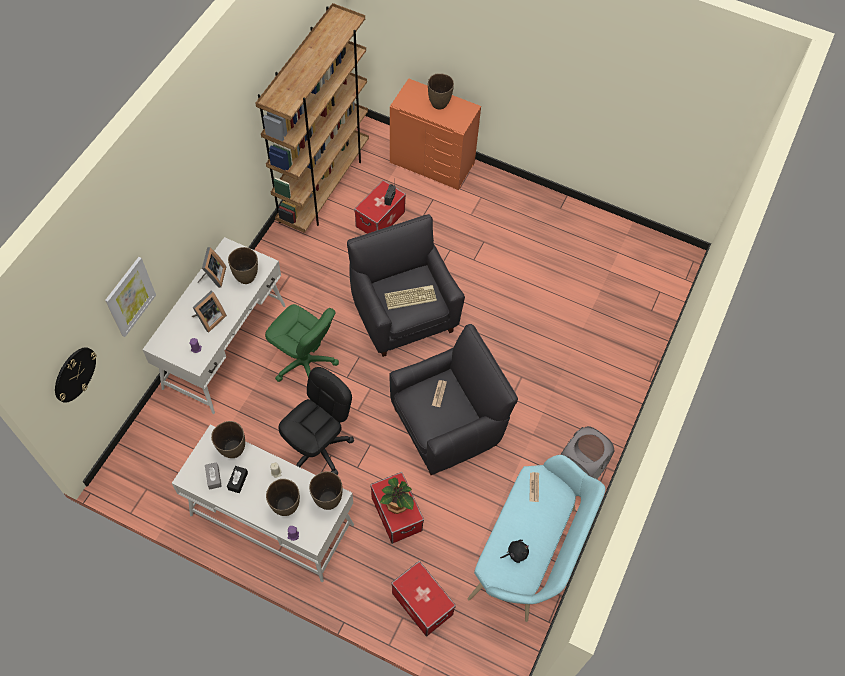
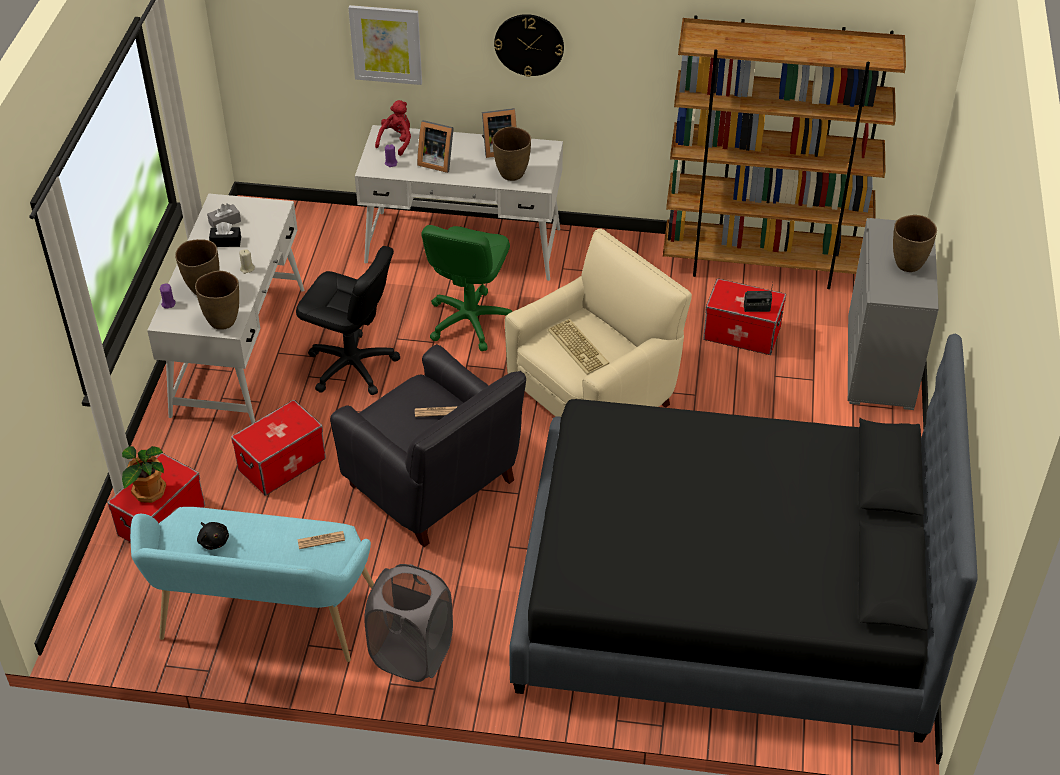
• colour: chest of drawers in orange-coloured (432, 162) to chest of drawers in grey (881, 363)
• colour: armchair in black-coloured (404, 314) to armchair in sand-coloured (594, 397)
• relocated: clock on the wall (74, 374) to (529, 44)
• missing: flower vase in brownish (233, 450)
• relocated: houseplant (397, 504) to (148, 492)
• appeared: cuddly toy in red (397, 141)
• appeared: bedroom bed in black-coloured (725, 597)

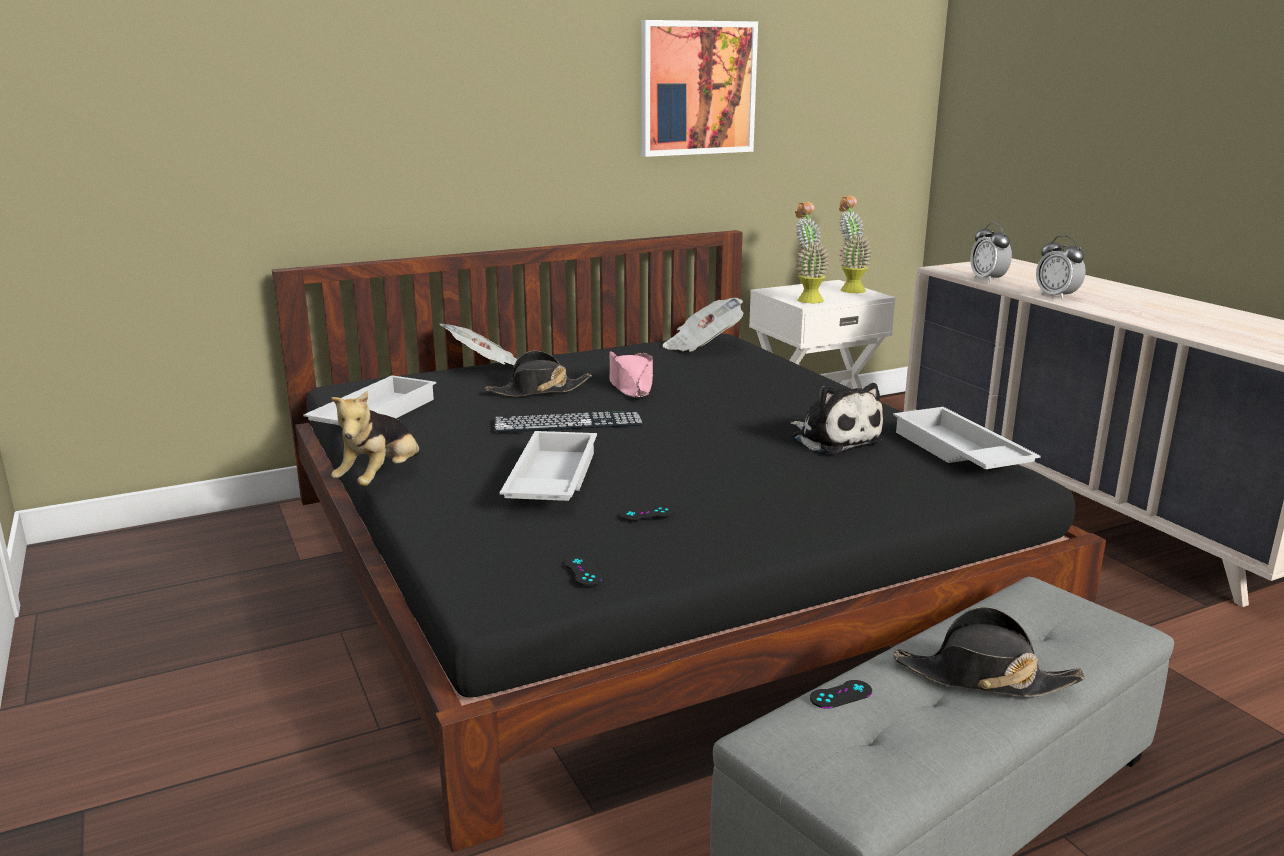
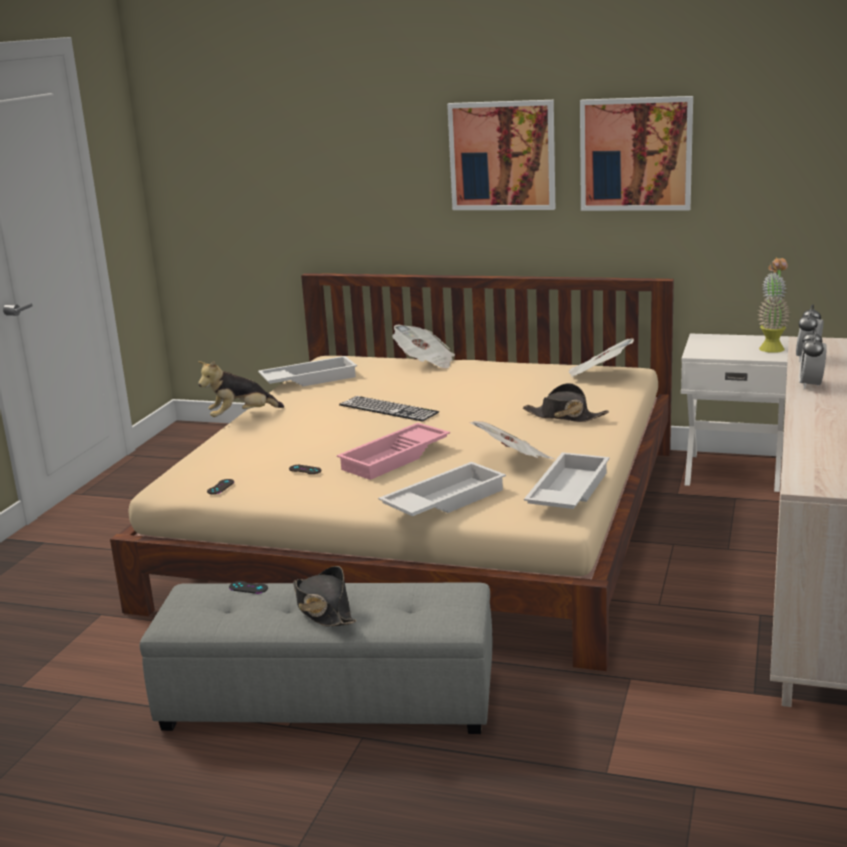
• missing: houseplant (806, 299)
• colour: bedroom bed in black-coloured (640, 560) to bedroom bed in sand-coloured (429, 522)
• relocated: hat in black-coloured (538, 390) to (564, 416)
• missing: hat in pink (630, 385)
• exchanged: cuddly toy (834, 438) to printed paper (512, 461)
• relocated: carrying tray in white-coloured (550, 480) to (443, 500)
• appeared: wall art (502, 155)
• appeared: carrying tray in pink (395, 458)

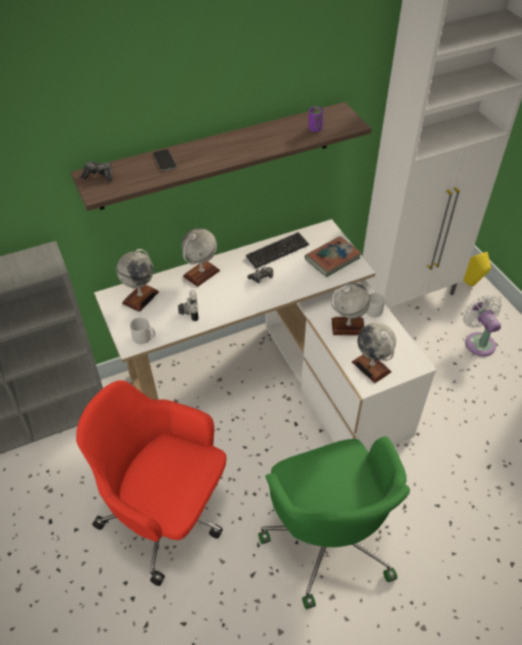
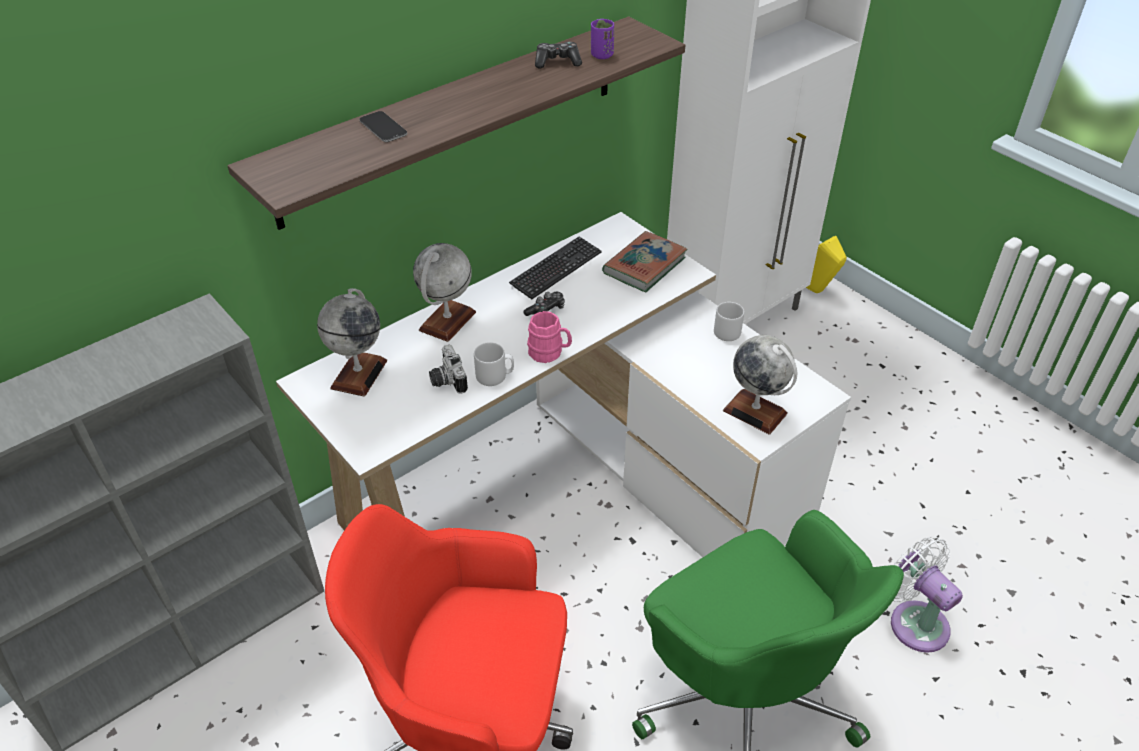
• relocated: joypad (99, 175) to (557, 62)
• missing: world globe (348, 326)
• relocated: electric fan in white-coloured (478, 341) to (914, 621)
• relocated: mug in grey (144, 338) to (495, 376)
• appeared: mug in pink (550, 353)

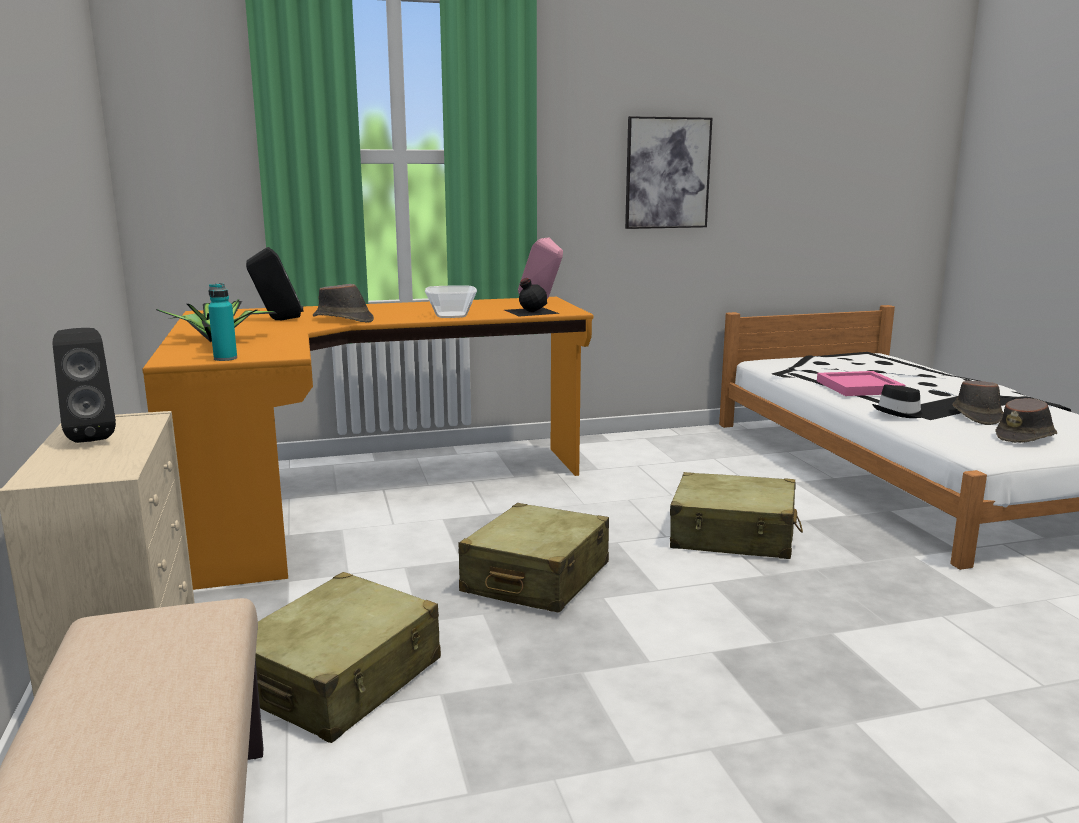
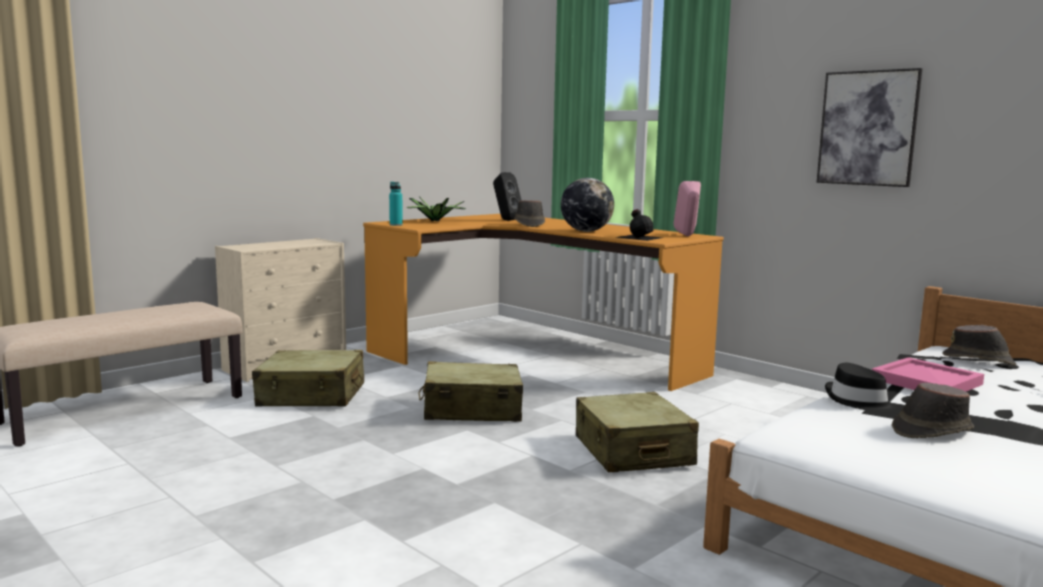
• exchanged: bowl (450, 315) to world globe (586, 231)
• missing: speaker in black-coloured (91, 437)
• relocated: hat in brownish (1026, 438) to (979, 361)

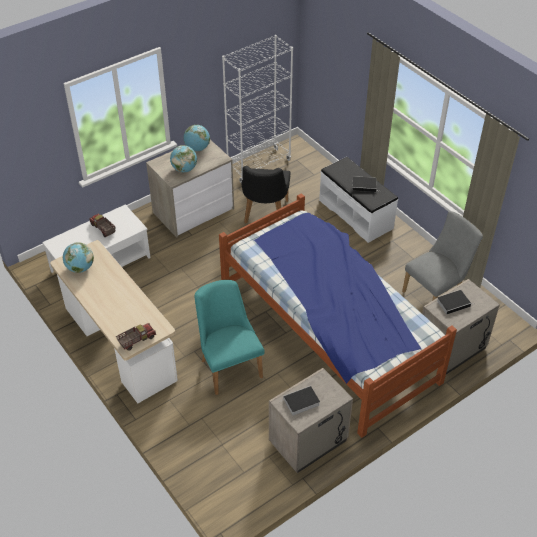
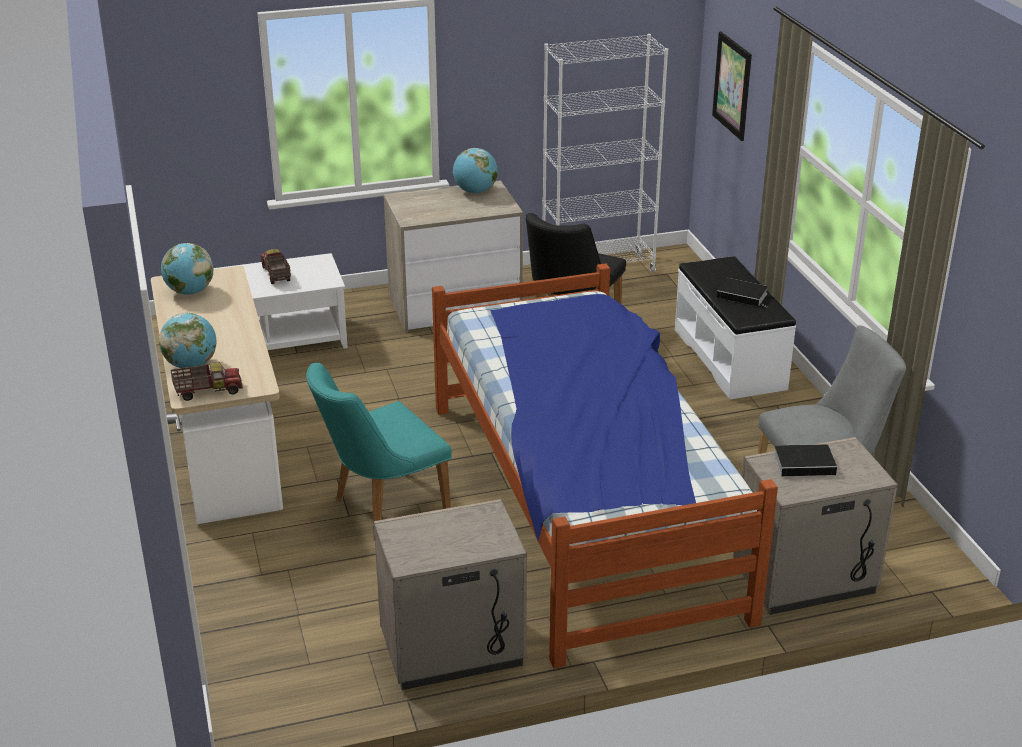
• relocated: world globe (184, 169) to (191, 365)
• spun: chair in turquoise (228, 365) = (381, 509) 120 degrees counterclockwise
• missing: volume (300, 402)
• appeared: wall art (732, 85)

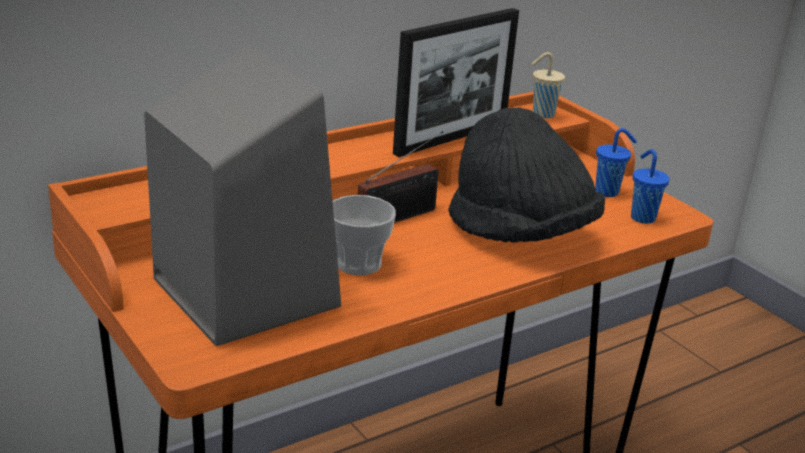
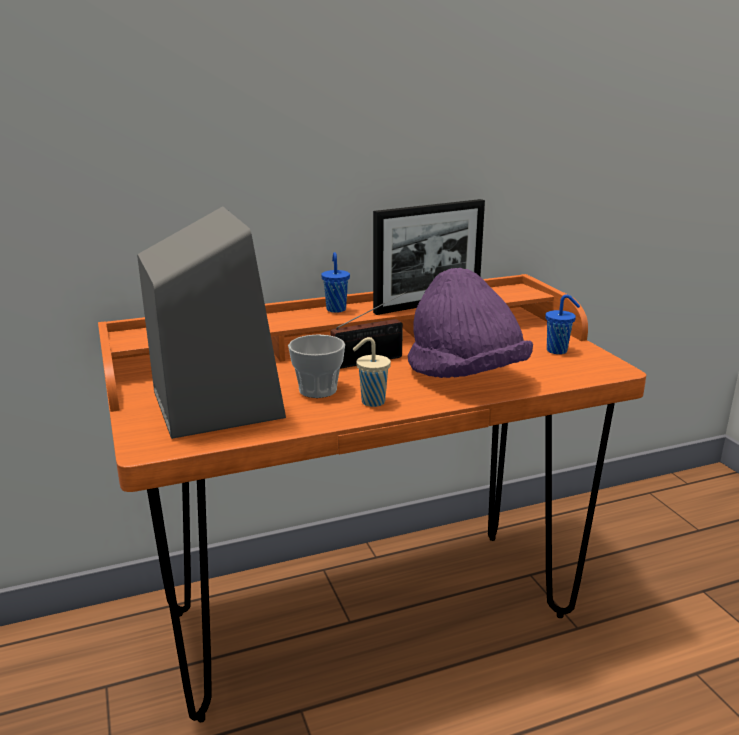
• relocated: drinking cup in sand-coloured (541, 114) to (371, 402)
• colour: hat in black-coloured (520, 234) to hat in purple (465, 376)
• relocated: drinking cup in blue (642, 217) to (336, 309)

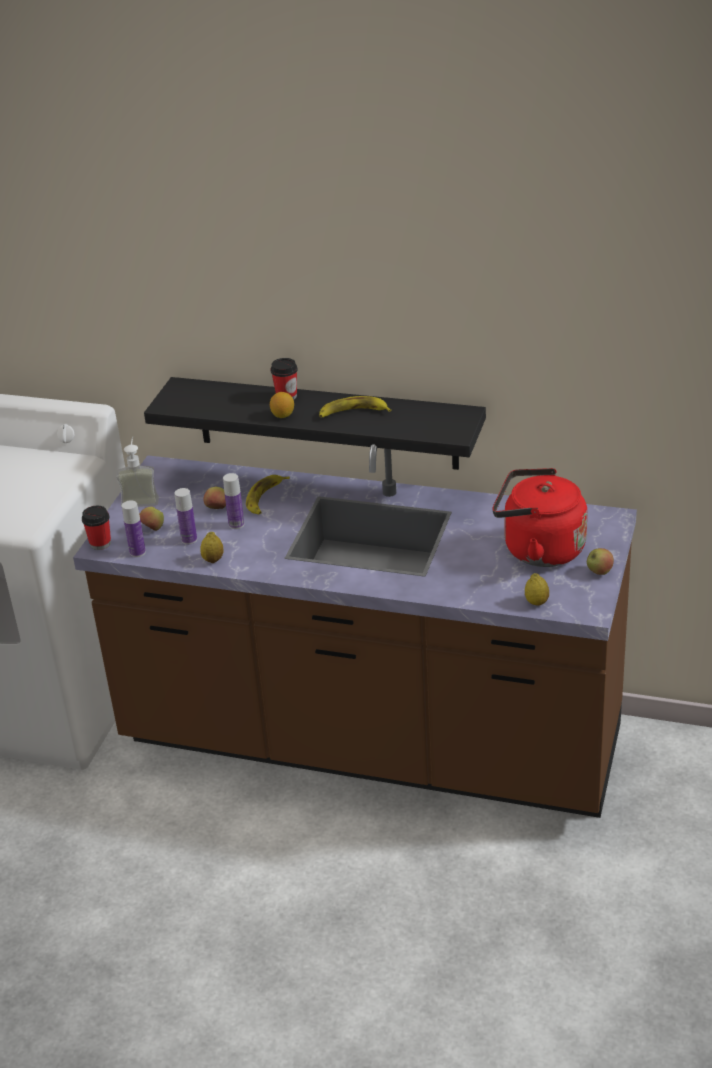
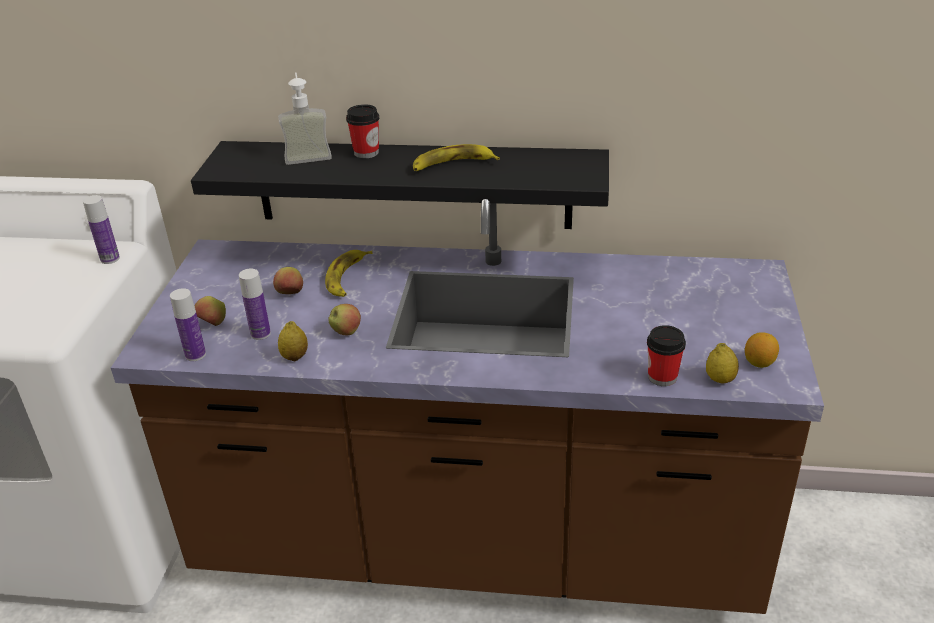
• relocated: whole lemon (283, 415) to (759, 363)
• relocated: liquid soap bottle (140, 499) to (307, 154)
• missing: water kettle in red (538, 549)
• relocated: beverage bottle (236, 524) to (110, 259)
• relocated: drinking cup (100, 543) to (662, 377)
• relocated: apple (599, 572) to (346, 332)

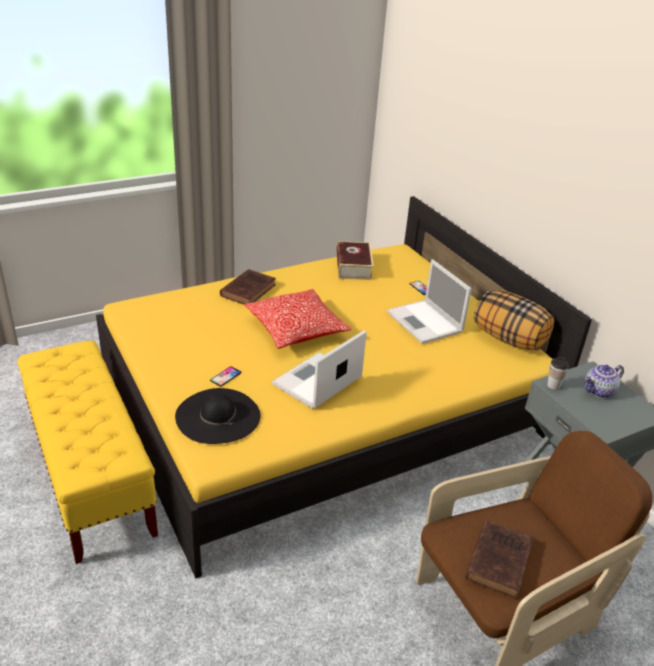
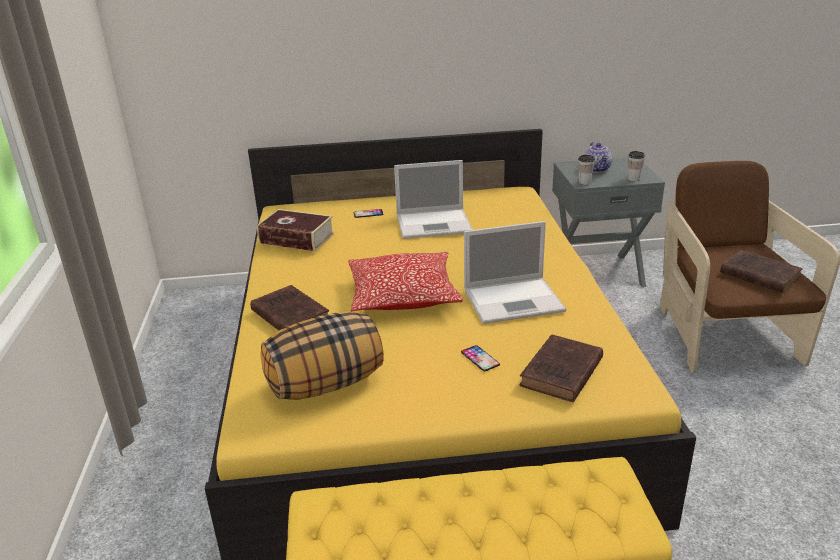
• relocated: cushion (509, 339) to (326, 384)
• spun: portable computer (316, 382) = (515, 300) 75 degrees counterclockwise
• exchanged: hat in black-coloured (217, 416) to volume in brownish (560, 374)
• appeared: drinking cup (633, 179)

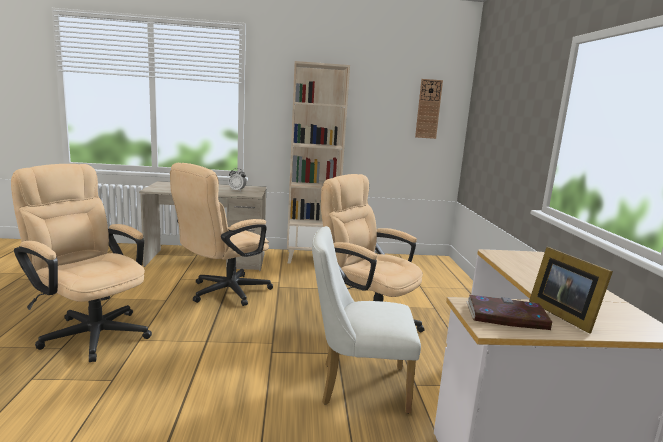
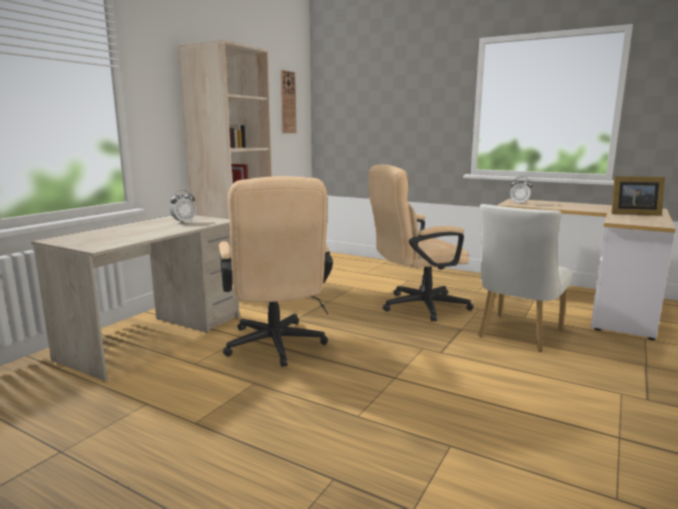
• missing: office chair in sand-coloured (90, 331)
• missing: volume (506, 316)
• appeared: table clock (519, 203)

